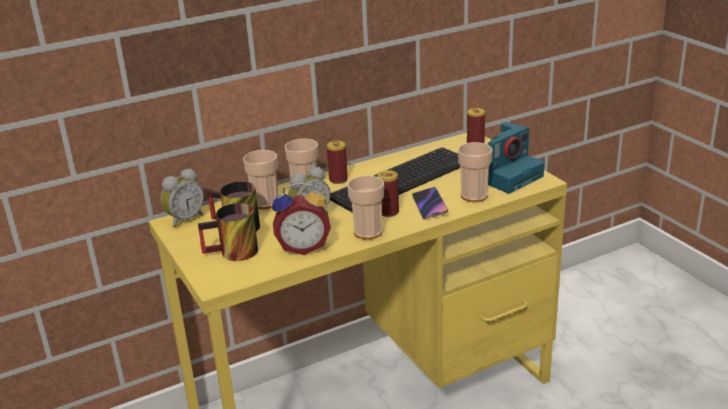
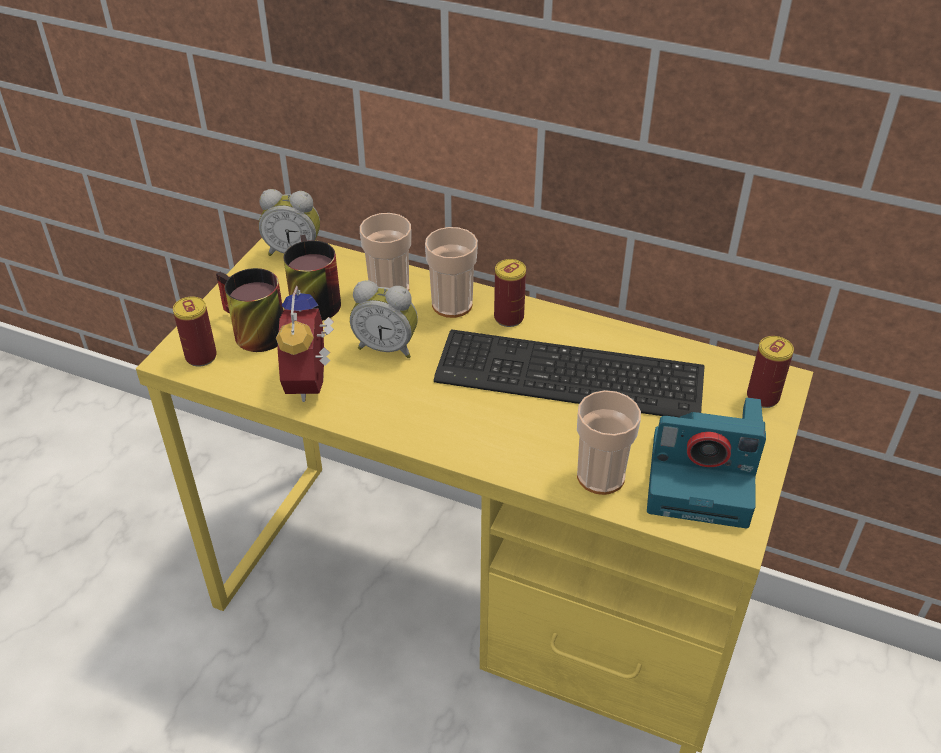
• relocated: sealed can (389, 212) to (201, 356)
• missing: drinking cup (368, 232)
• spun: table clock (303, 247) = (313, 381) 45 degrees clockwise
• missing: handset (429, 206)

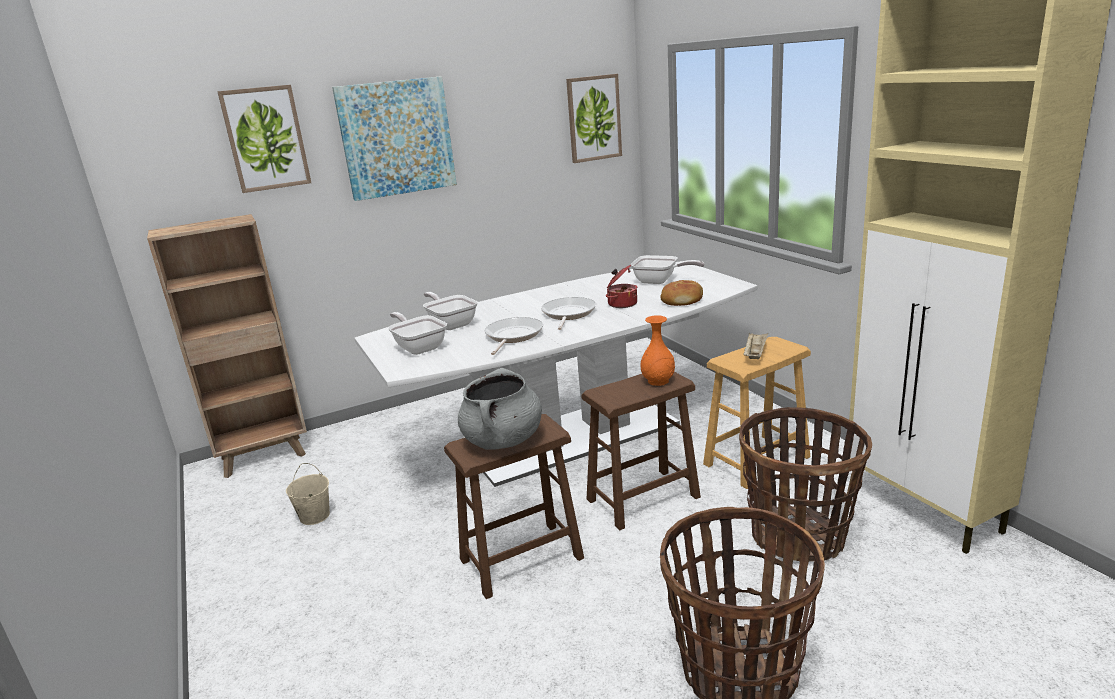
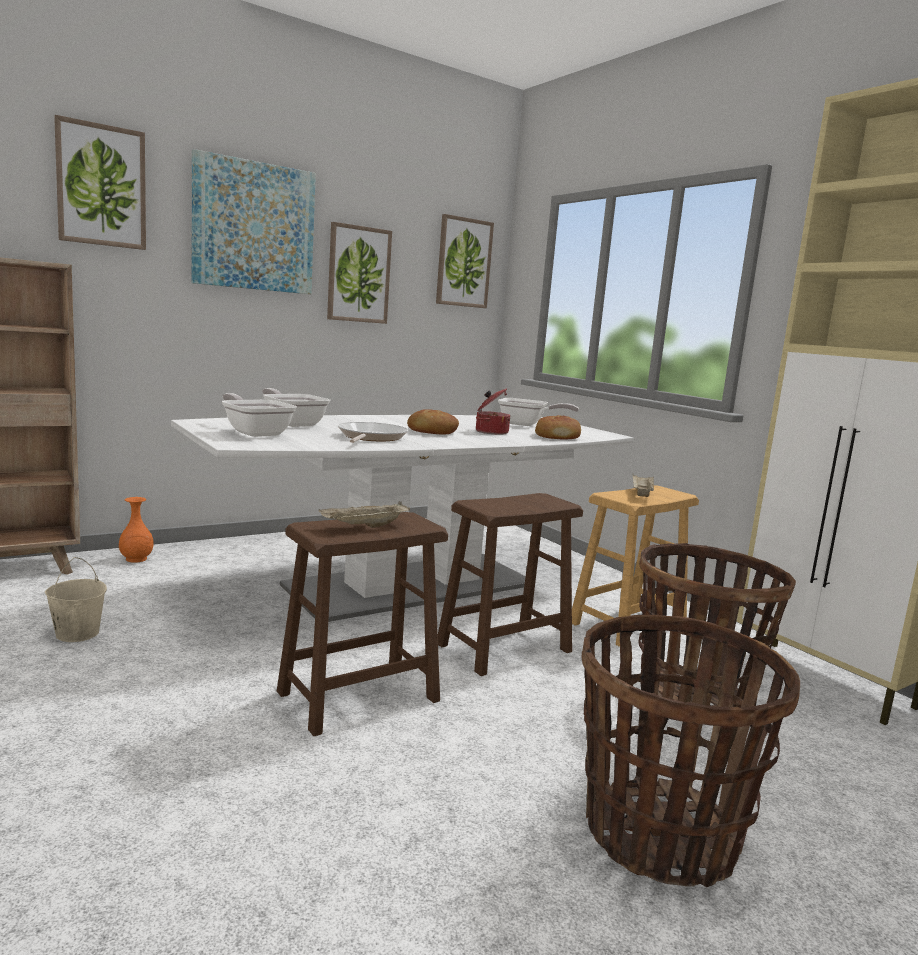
• exchanged: skillet (568, 314) to bakery bread (431, 432)
• relocated: flower vase in orange-coloured (658, 381) to (136, 559)
• exchanged: saucepot in grey (503, 440) to carrying tray in sand-coloured (364, 527)
• appeared: wall art (358, 274)

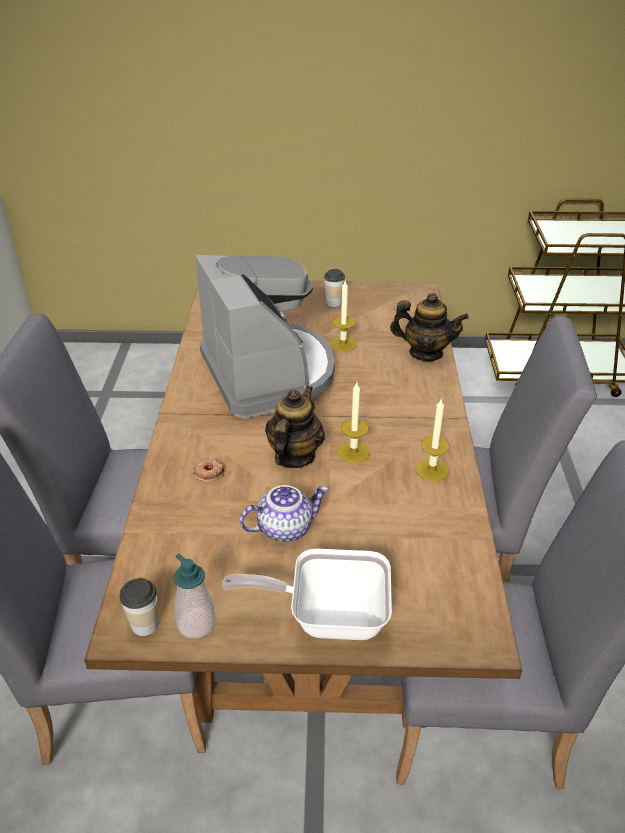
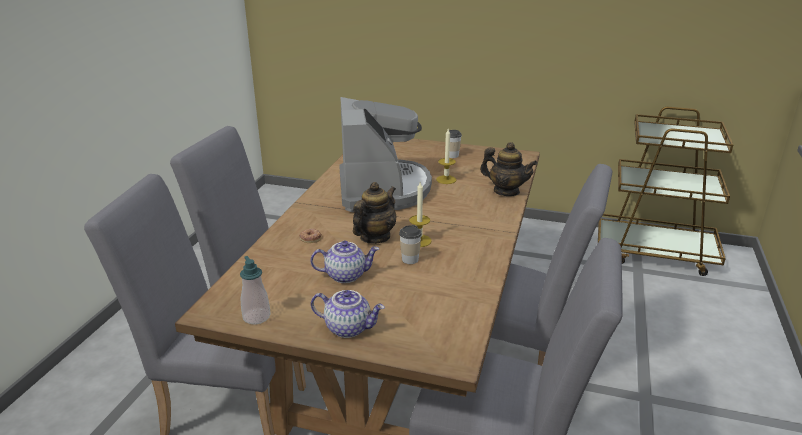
• missing: wax candle (432, 470)
• exchanged: skillet (328, 616) to pot for tea (349, 328)
• relocated: drinking cup (144, 625) to (410, 259)

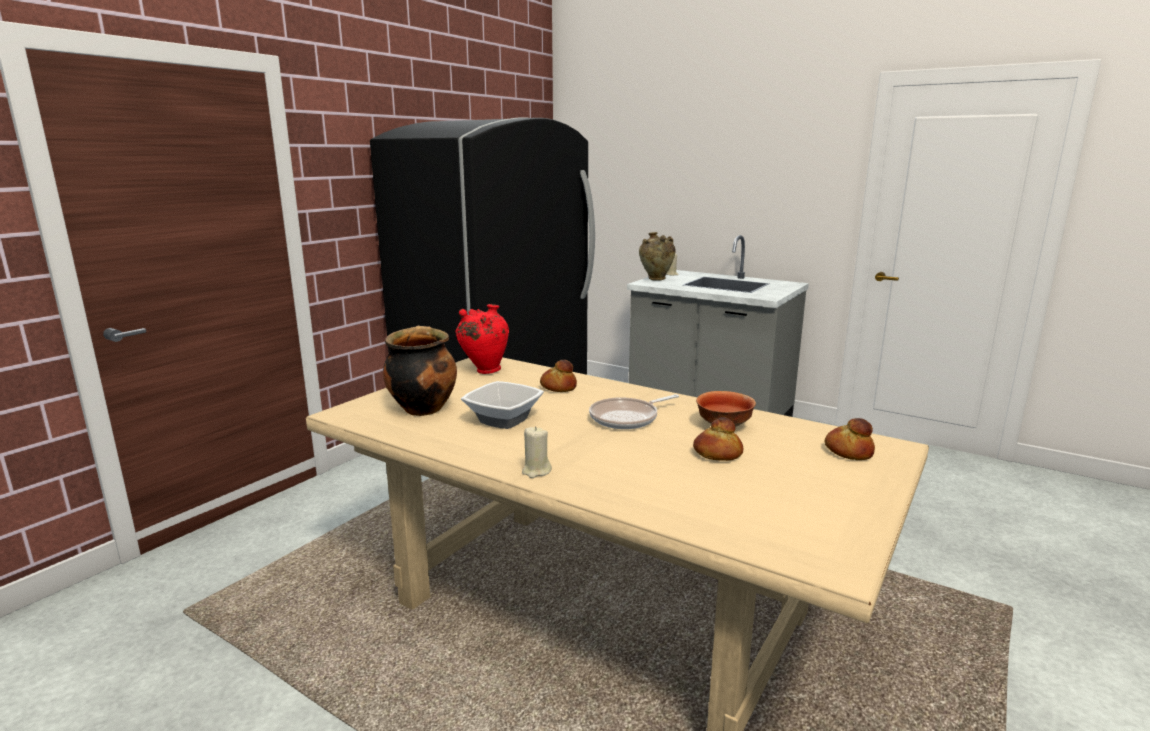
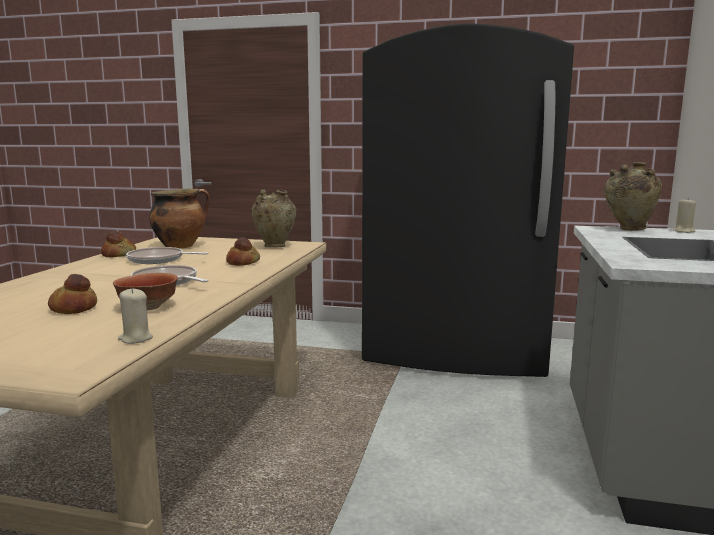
• colour: flower vase in red (484, 371) to flower vase in sand-coloured (274, 246)
• exchanged: bowl (505, 420) to skillet (159, 260)
• relocated: bakery bread (849, 451) to (119, 255)
• relocated: wax candle in sand-coloured (536, 471) to (135, 339)

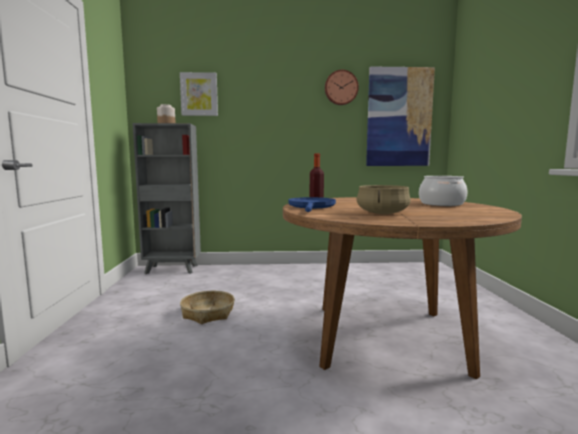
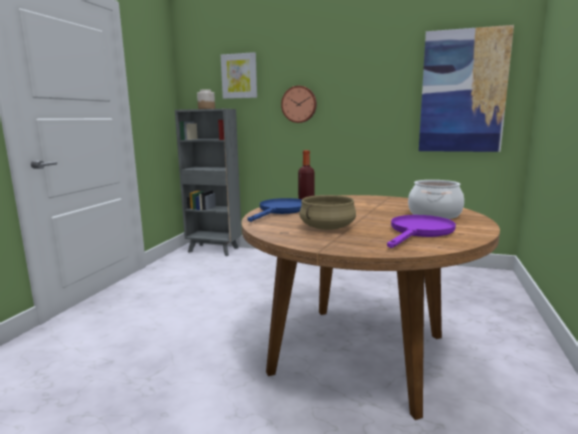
• relocated: clock on the wall (341, 88) to (299, 104)
• missing: household basket (208, 313)
• appeared: skillet in purple (419, 232)

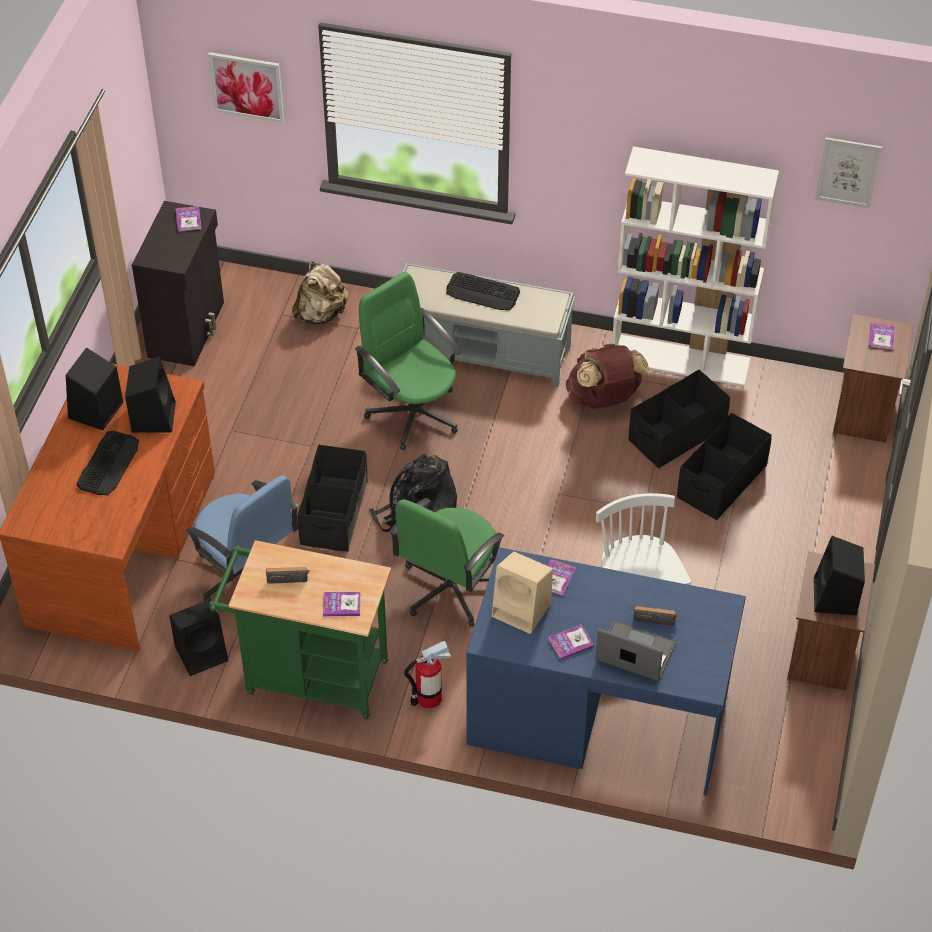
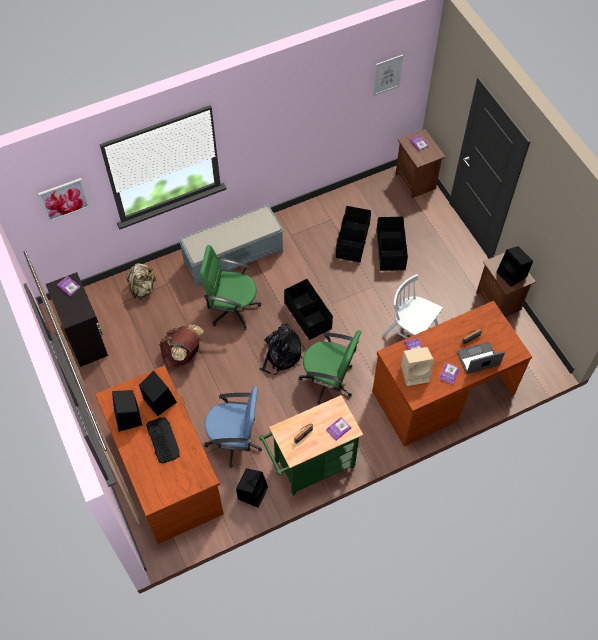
• missing: bookshelf in white-coloured (681, 360)
• missing: keyboard (483, 292)
• relocated: rucksack in brownish (603, 399) to (183, 354)
• relocated: storage bin in black-coloured (334, 513) to (308, 316)
• spun: office chair in greenish (449, 589) = (328, 381) 60 degrees counterclockwise
• colour: desk table in blue (598, 715) to desk table in brownish (442, 392)
• missing: extinguisher (428, 698)

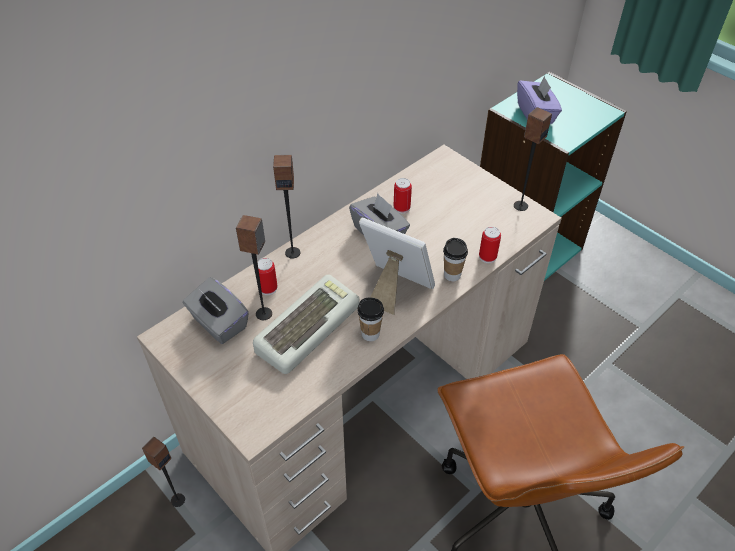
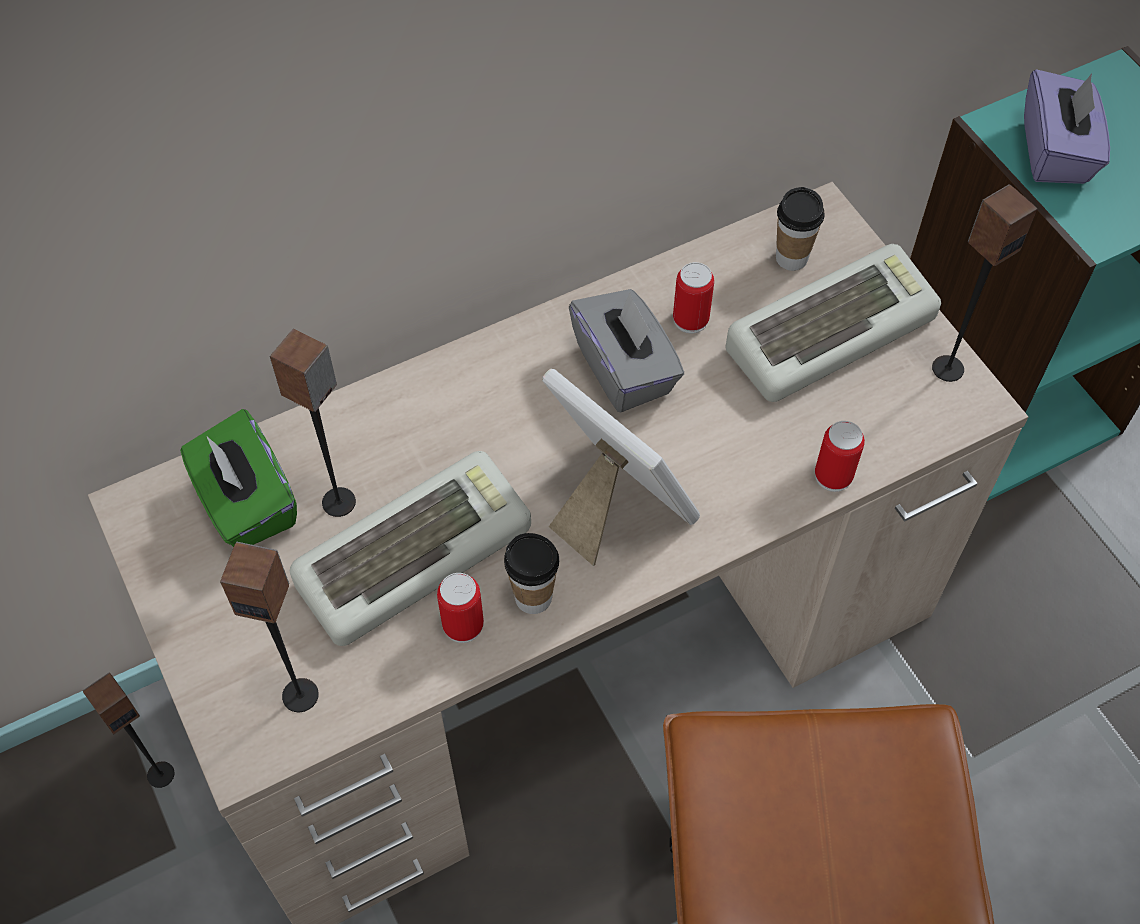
• relocated: speaker (292, 252) to (300, 694)
• relocated: drinking cup (452, 275) to (791, 258)
• relocated: sealed can (268, 288) to (463, 625)
• colour: box of tissues in grey (218, 323) to box of tissues in greenish (246, 503)
• appeared: keyboard (829, 329)

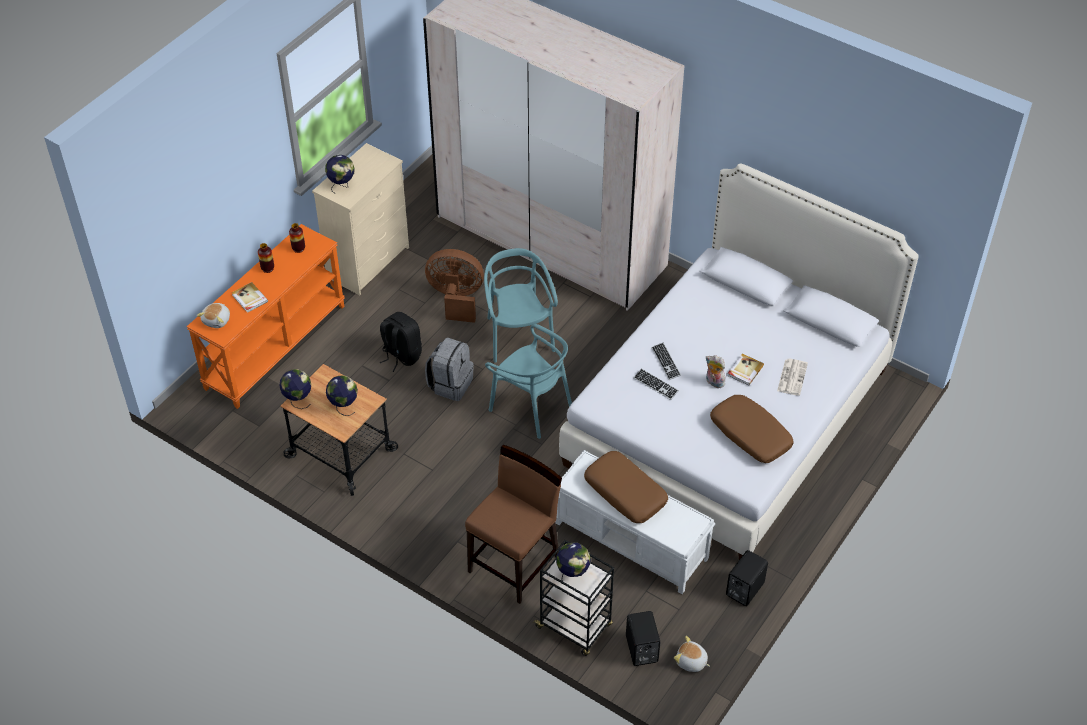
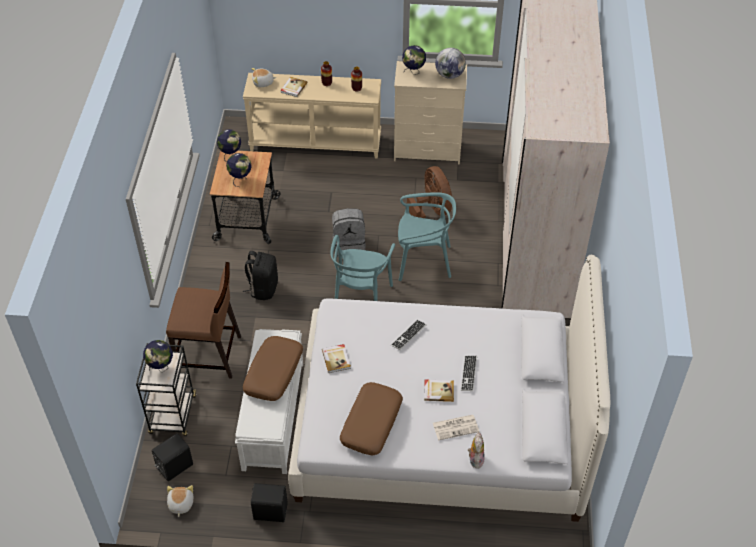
• colour: hall table in orange-coloured (275, 346) to hall table in sand-coloured (316, 142)
• spun: chair in turquoise (518, 336) = (423, 261) 45 degrees clockwise
• relocated: rucksack in black-coloured (401, 355) to (263, 288)
• relocated: cuddly toy (713, 382) to (475, 459)
• relocated: keyboard (656, 385) to (468, 374)
• appeared: world globe (449, 75)
• appeared: volume (336, 359)

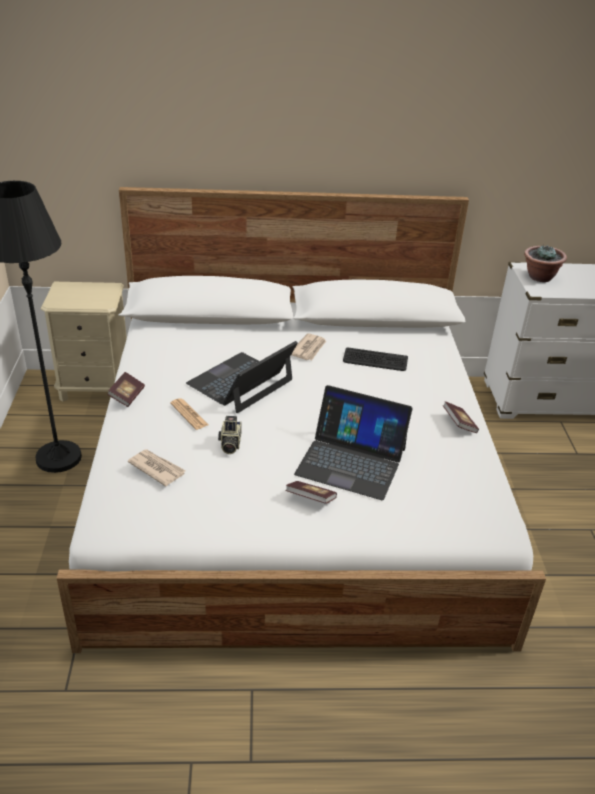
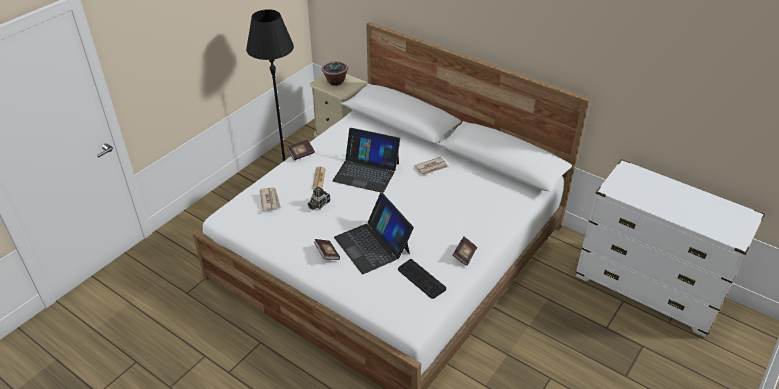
• relocated: houseplant (539, 277) to (335, 82)
• spun: portable computer (241, 382) = (366, 172) 150 degrees counterclockwise
• relocated: keyboard (375, 360) to (421, 279)

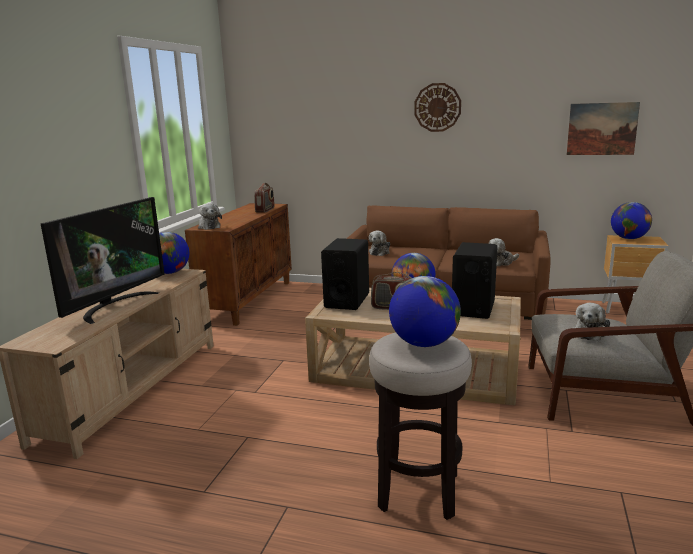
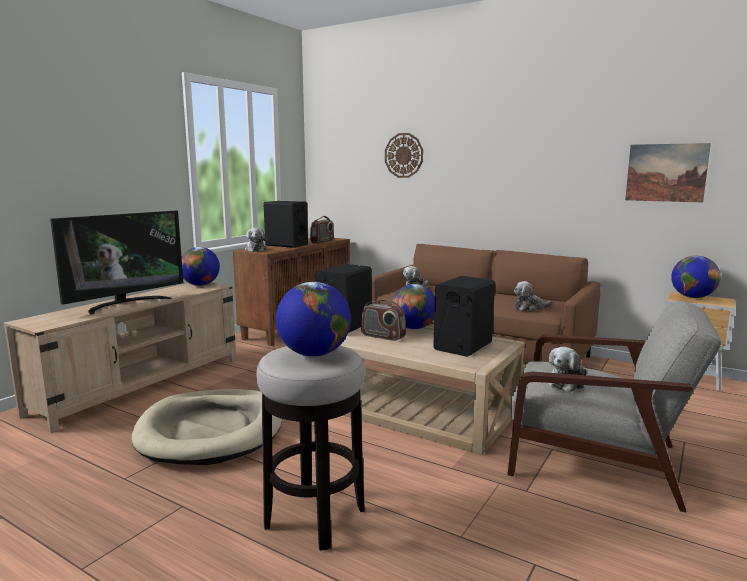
• relocated: clock on the wall (437, 107) to (404, 155)
• appeared: speaker in black-coloured (286, 245)
• appeared: dog bed in sand-coloured (211, 431)

